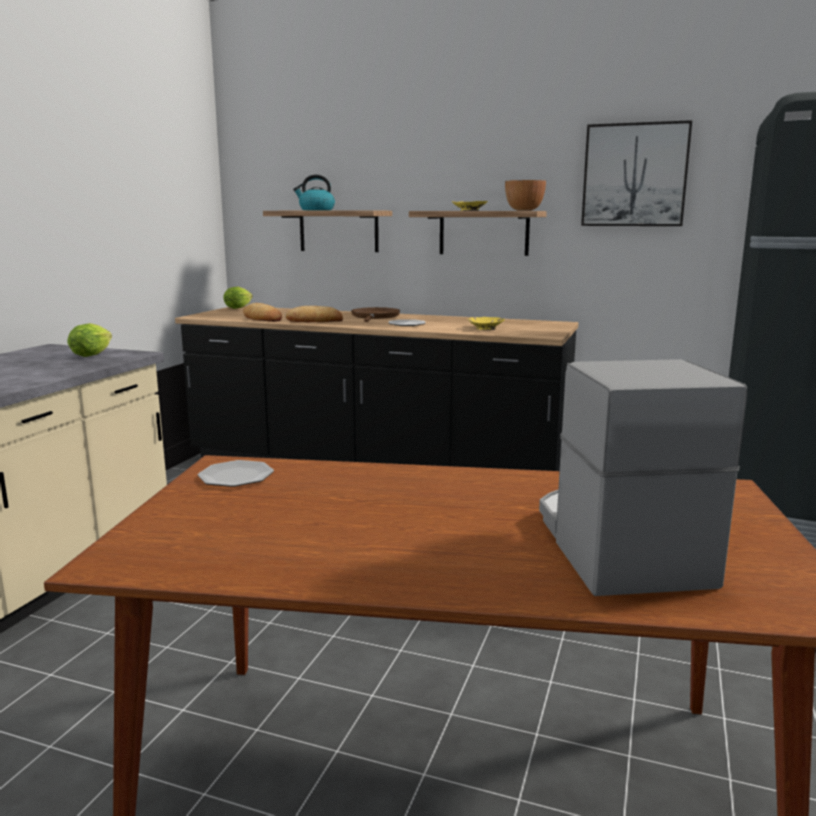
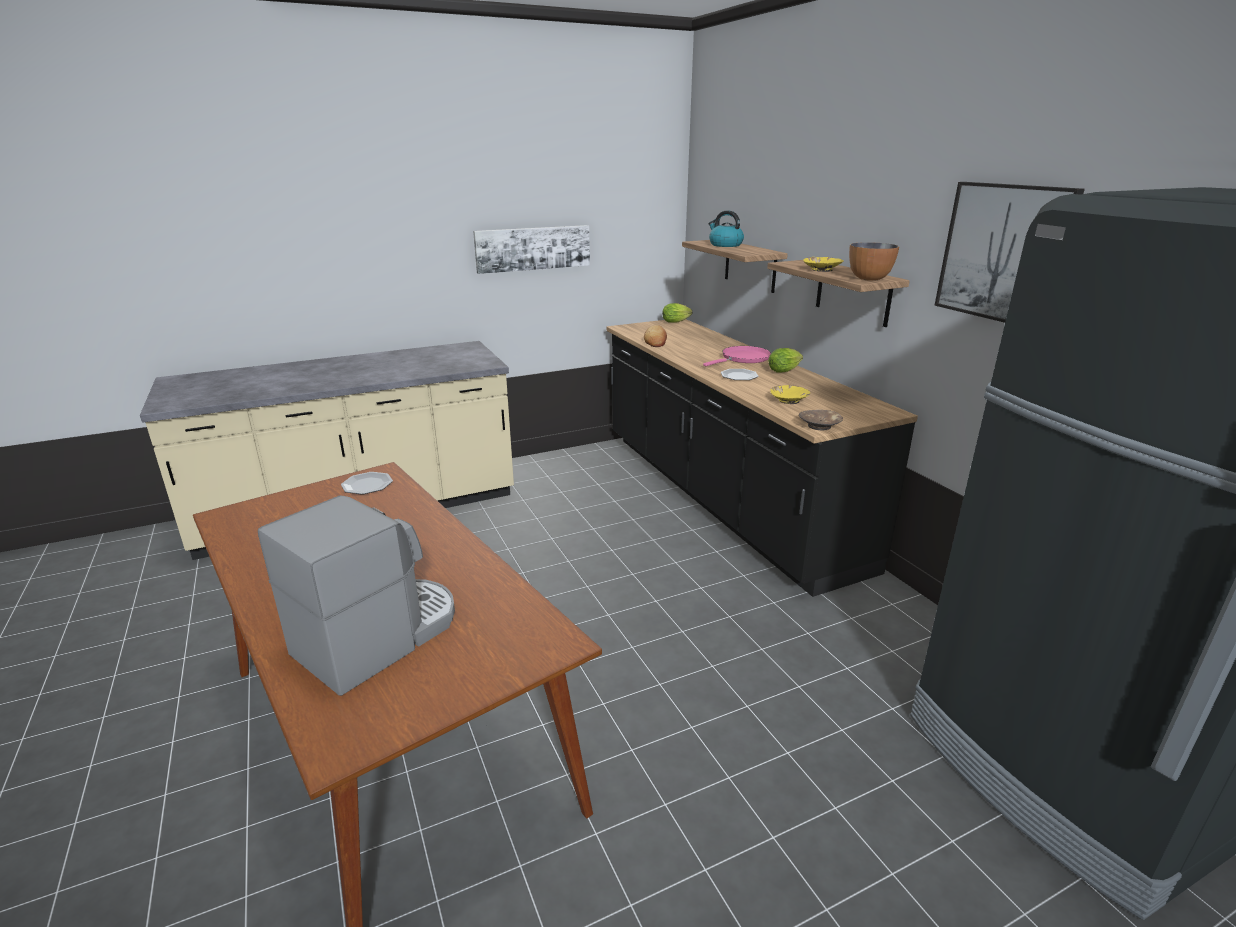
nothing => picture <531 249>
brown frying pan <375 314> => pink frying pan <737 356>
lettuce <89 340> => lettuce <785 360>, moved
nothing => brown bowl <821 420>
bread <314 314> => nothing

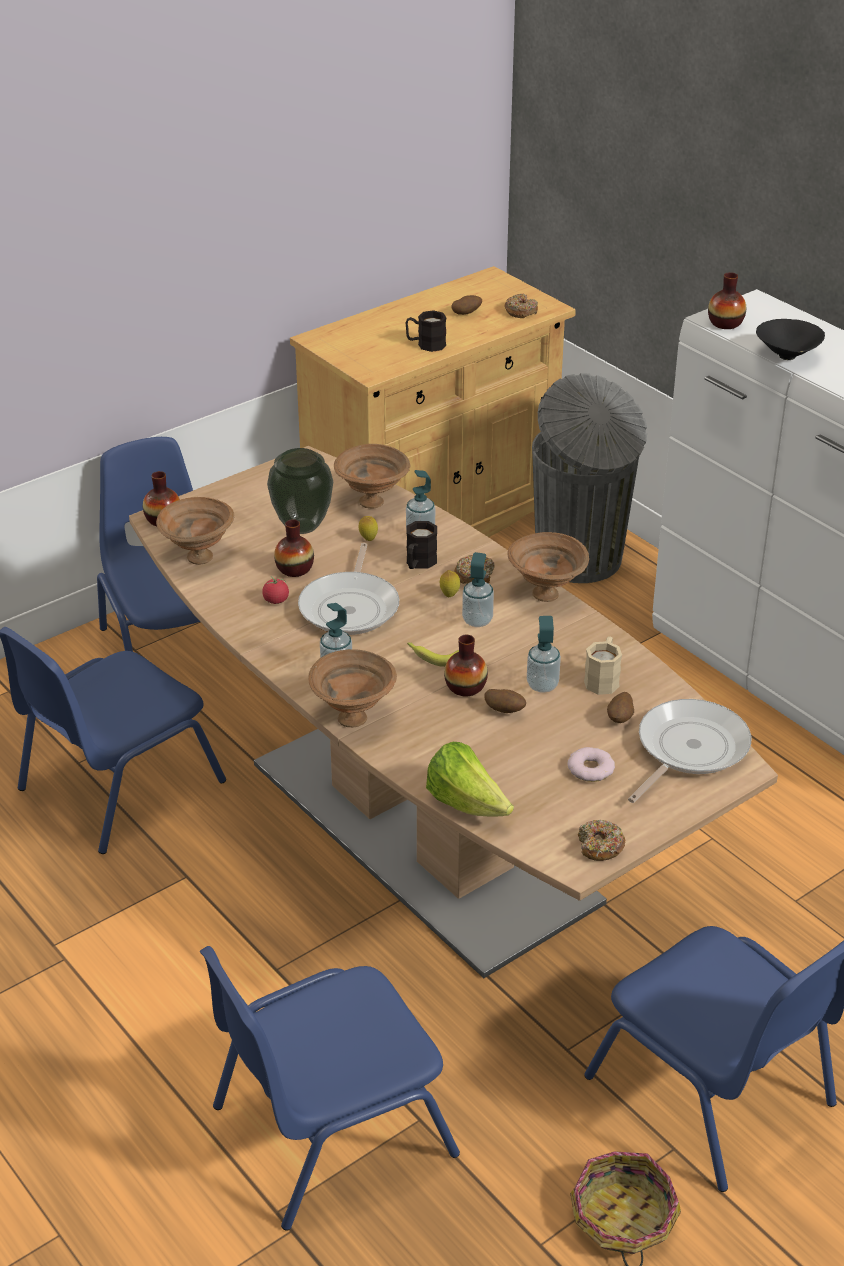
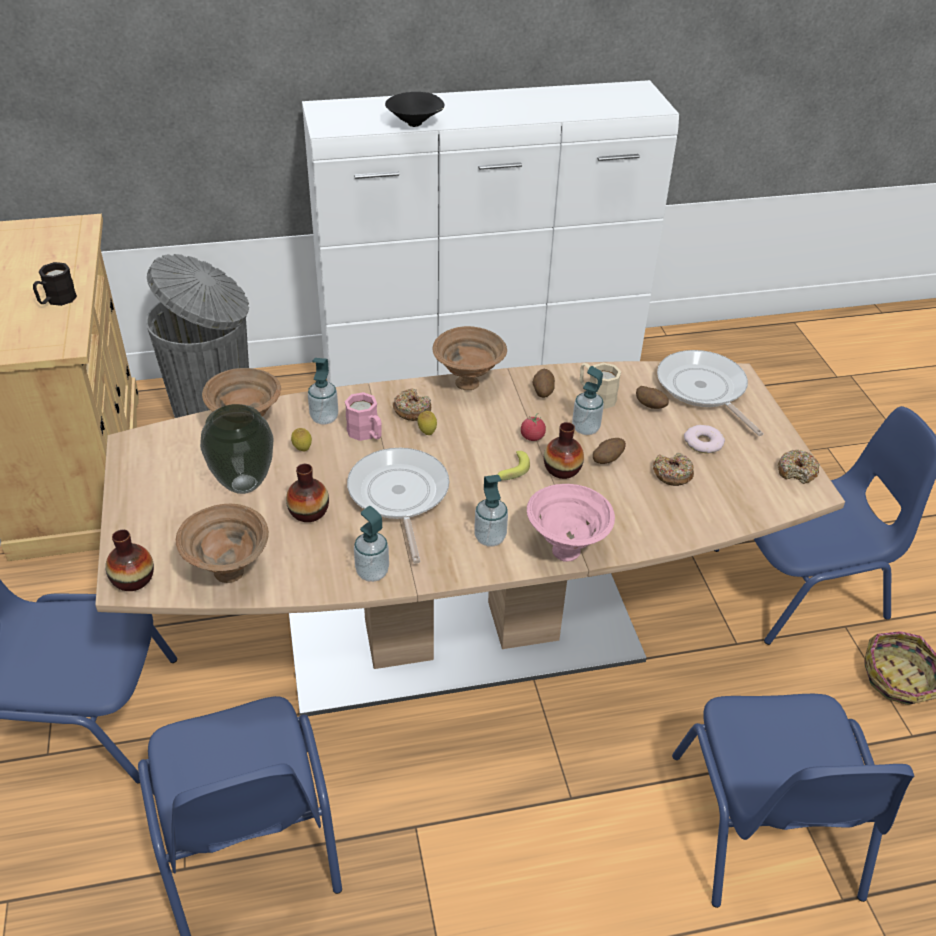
black mug <421 545> => pink mug <363 416>
frying pan <348 589> => frying pan <398 506>, 135 degrees counterclockwise
soap dispenser <478 589> => soap dispenser <371 544>, moved
tomato <275 590> => tomato <533 427>, moved
brown bowl <352 688> => pink bowl <571 523>
potato <467 305> => potato <544 383>, moved
donut <521 306> => donut <673 469>, moved
lettuce <470 779> => nothing
vase <727 300> => nothing

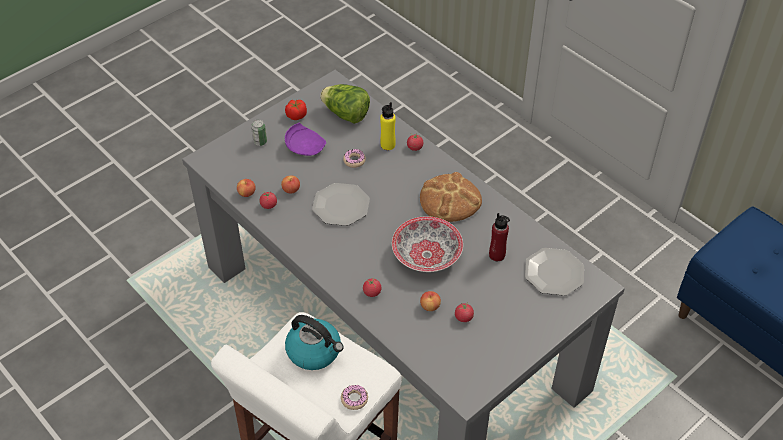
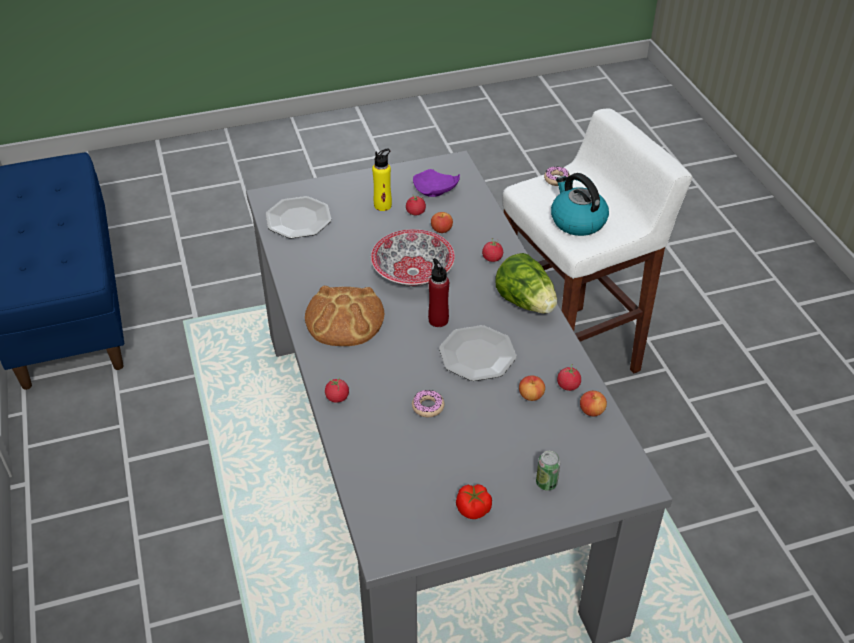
yellow bottle <388 126> => yellow bottle <382 180>, moved
purple plate <305 139> => purple plate <436 183>, moved
red bottle <499 237> => red bottle <438 292>, moved
lettuce <345 104> => lettuce <526 283>, moved

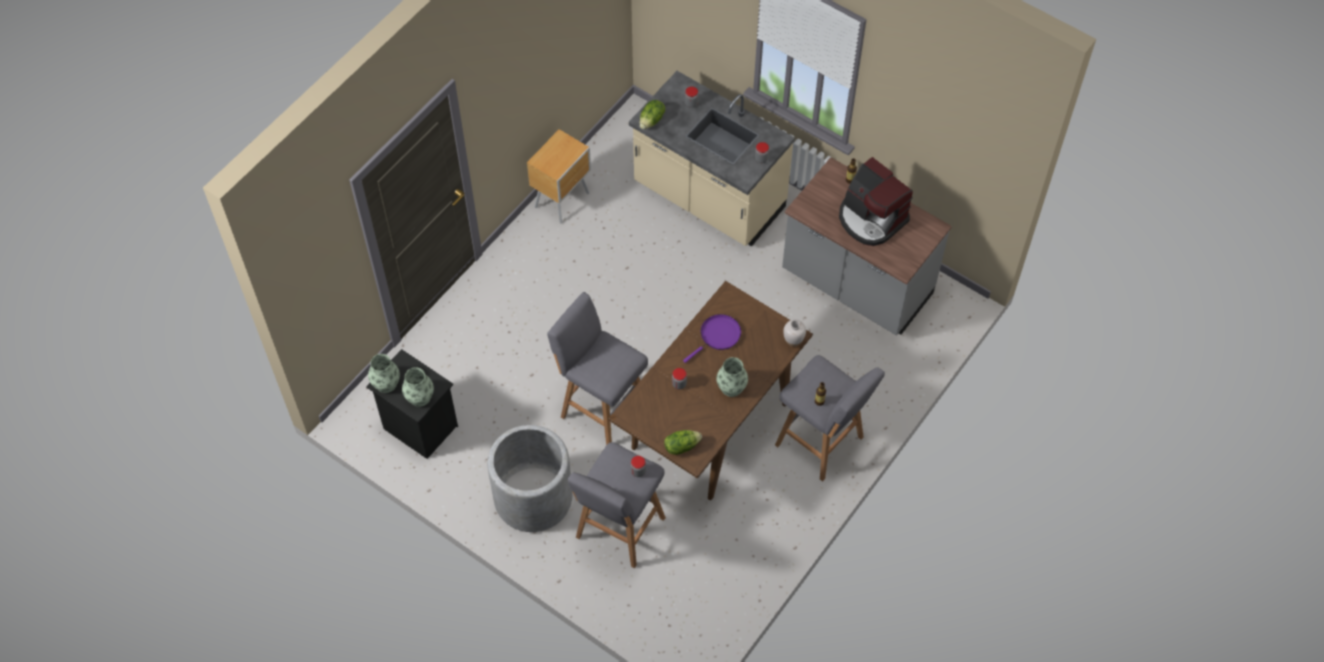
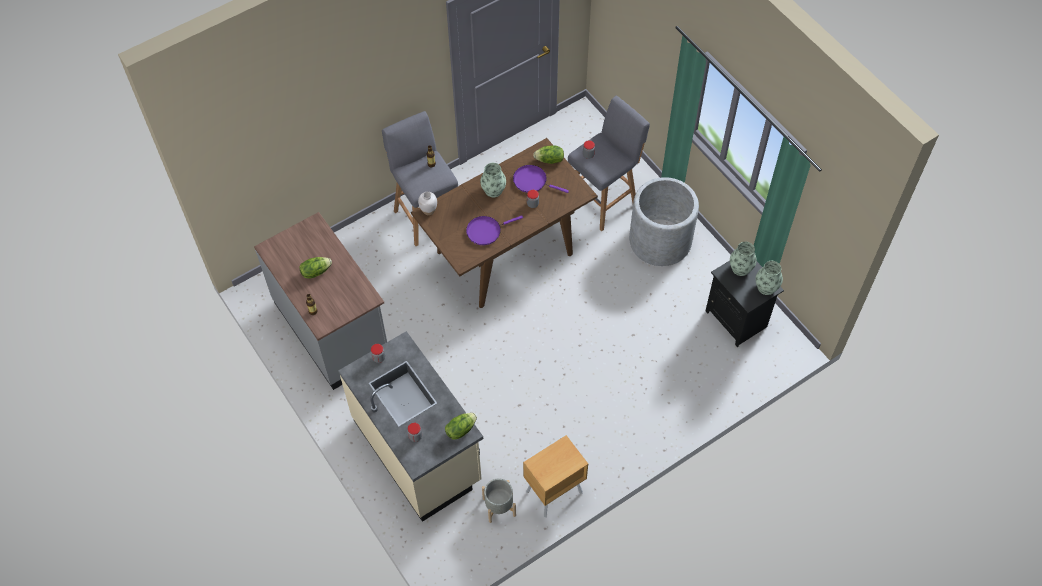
coffee machine <876 201> => lettuce <316 267>
nothing => grey planter <499 501>
nothing => purple frying pan <541 179>
grey stool <597 368> => nothing

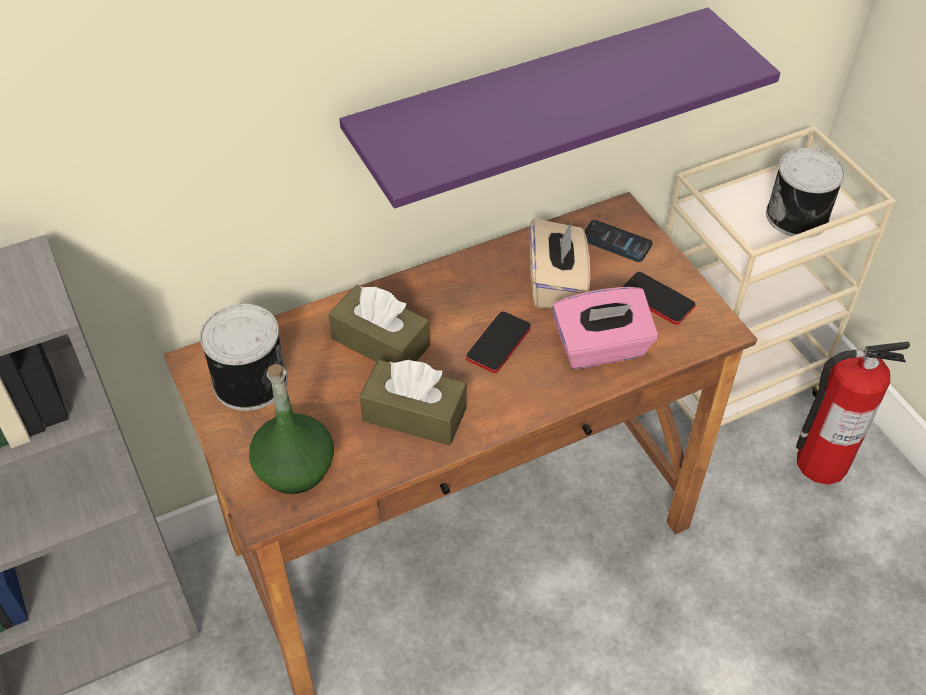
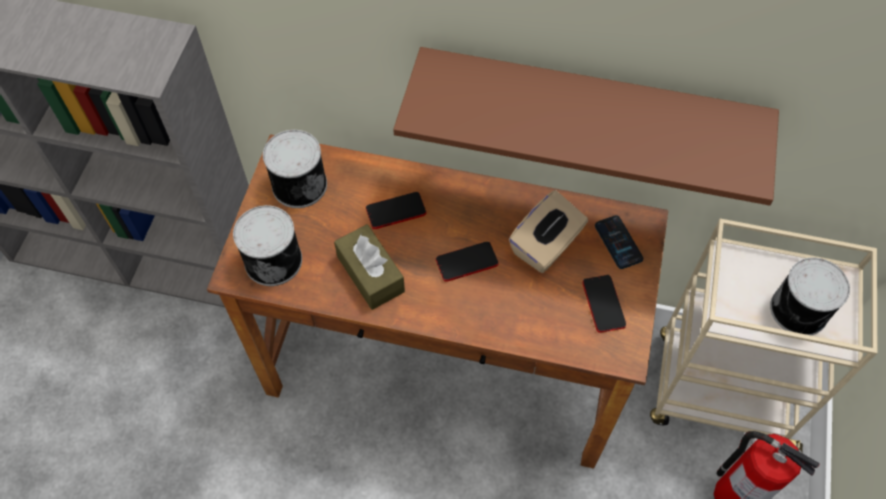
green bottle <291 429> => can <267 245>
brown tissue box <379 324> => phone <396 210>
purple shelf <559 107> => brown shelf <586 126>
pink tissue box <605 328> => nothing

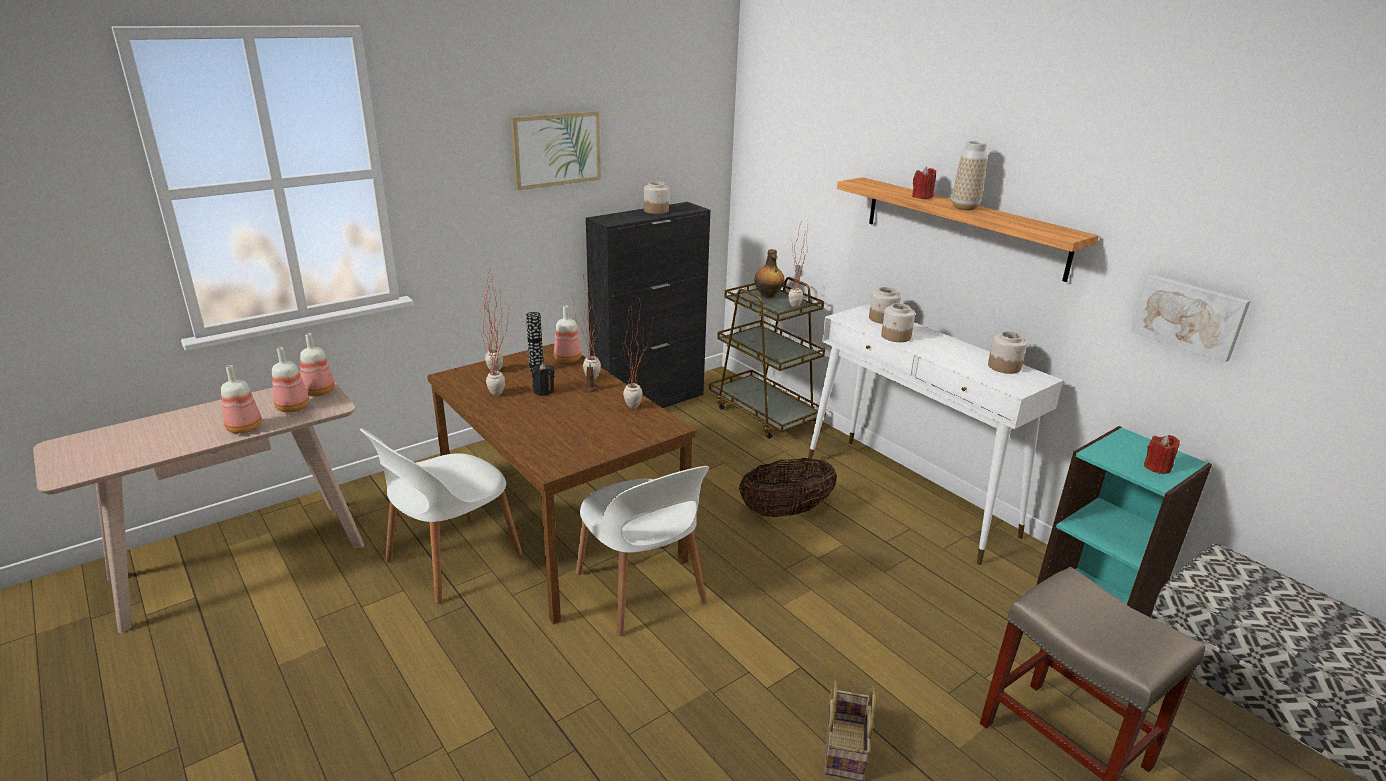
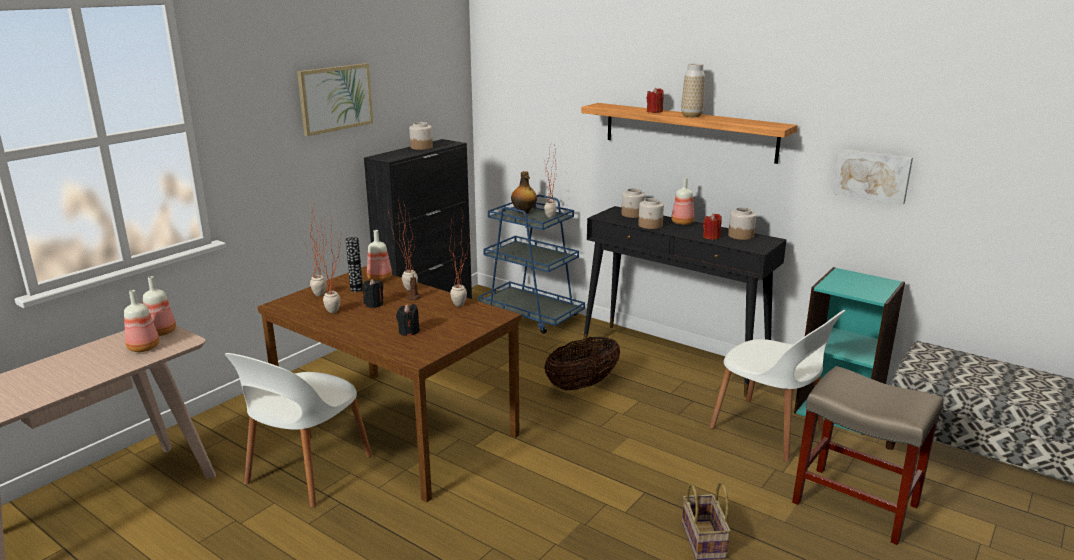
nothing => black candle <408 320>
brown cart <767 358> => blue cart <531 264>
white console table <935 434> => black console table <685 301>
bottle <241 399> => bottle <682 201>, moved
red candle <1162 454> => red candle <712 226>, moved
white chair <642 551> => white chair <777 386>, moved

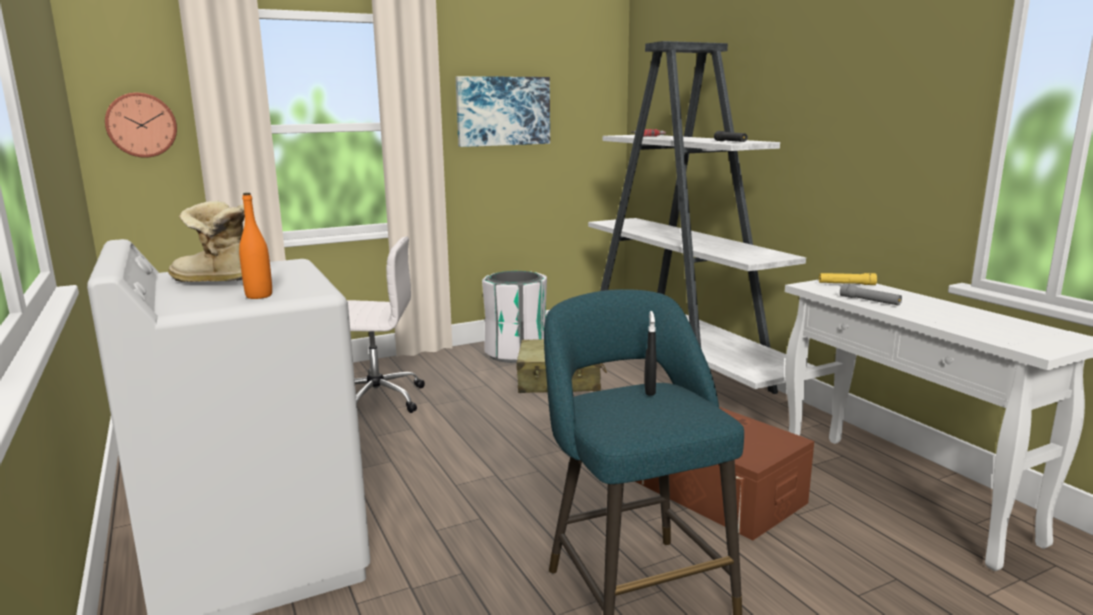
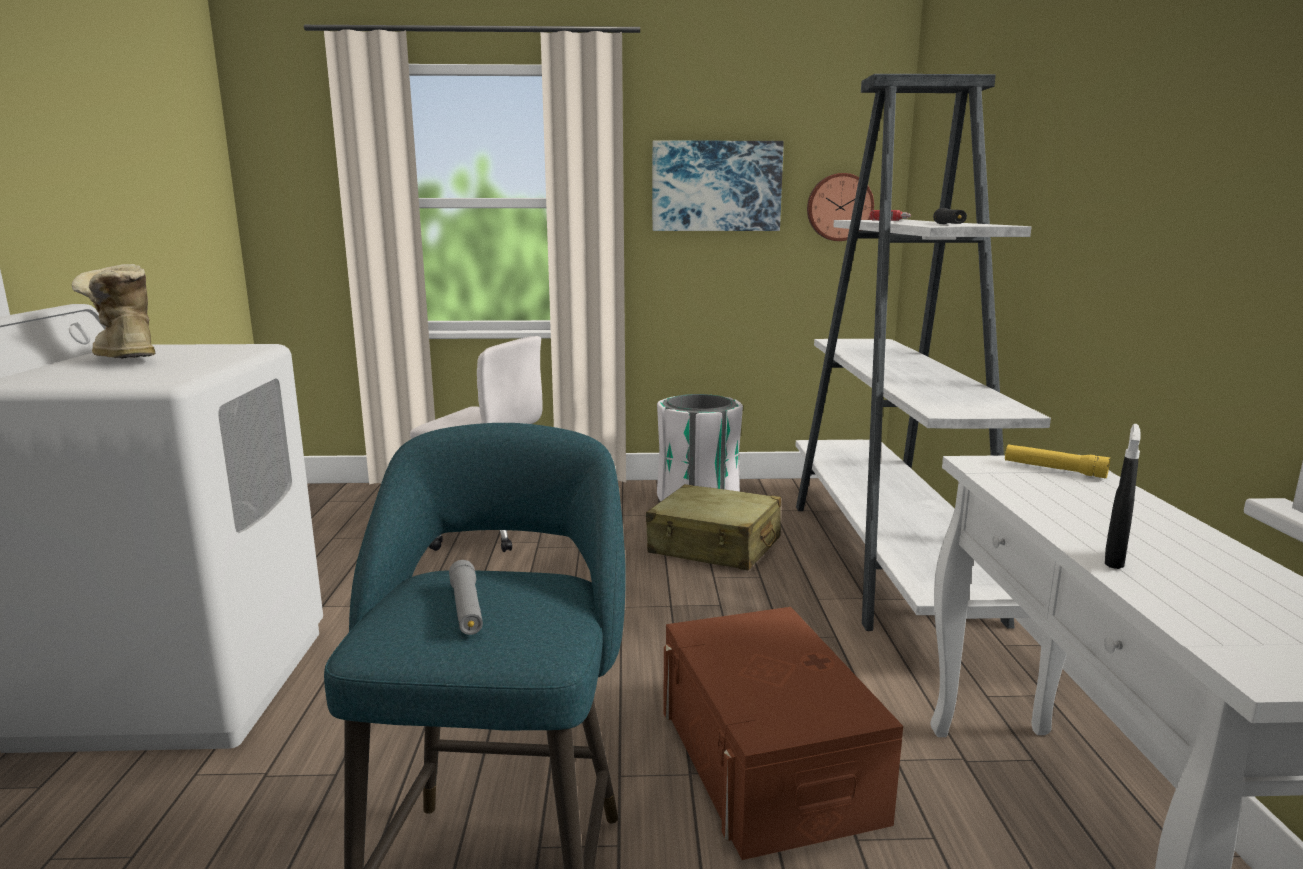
grey flashlight <871 295> => grey flashlight <466 597>, moved
wall clock <141 125> => wall clock <840 207>, moved
black spray bottle <650 353> => black spray bottle <1123 496>, moved
orange bottle <255 246> => nothing

